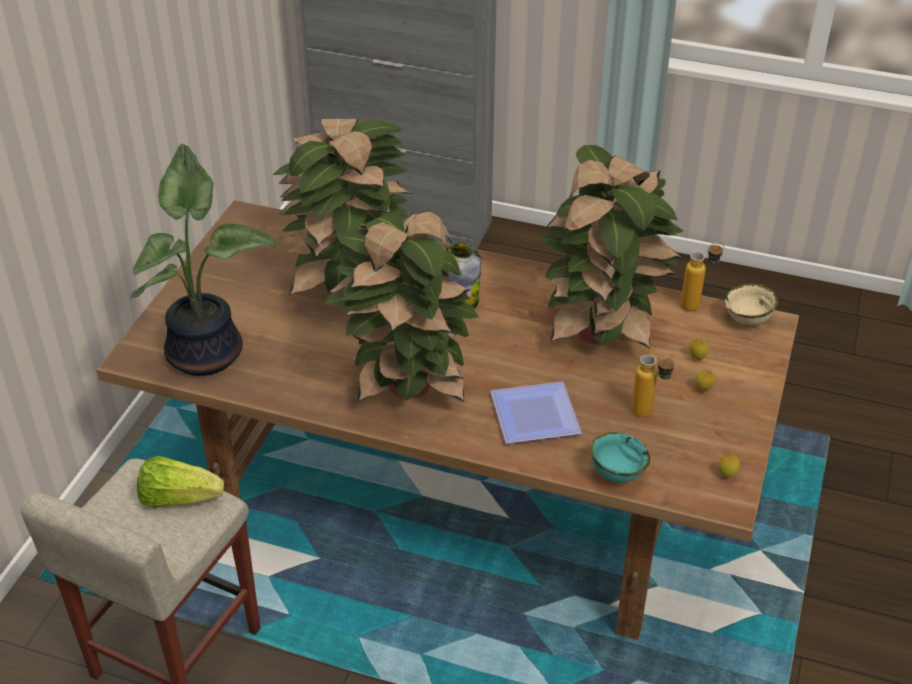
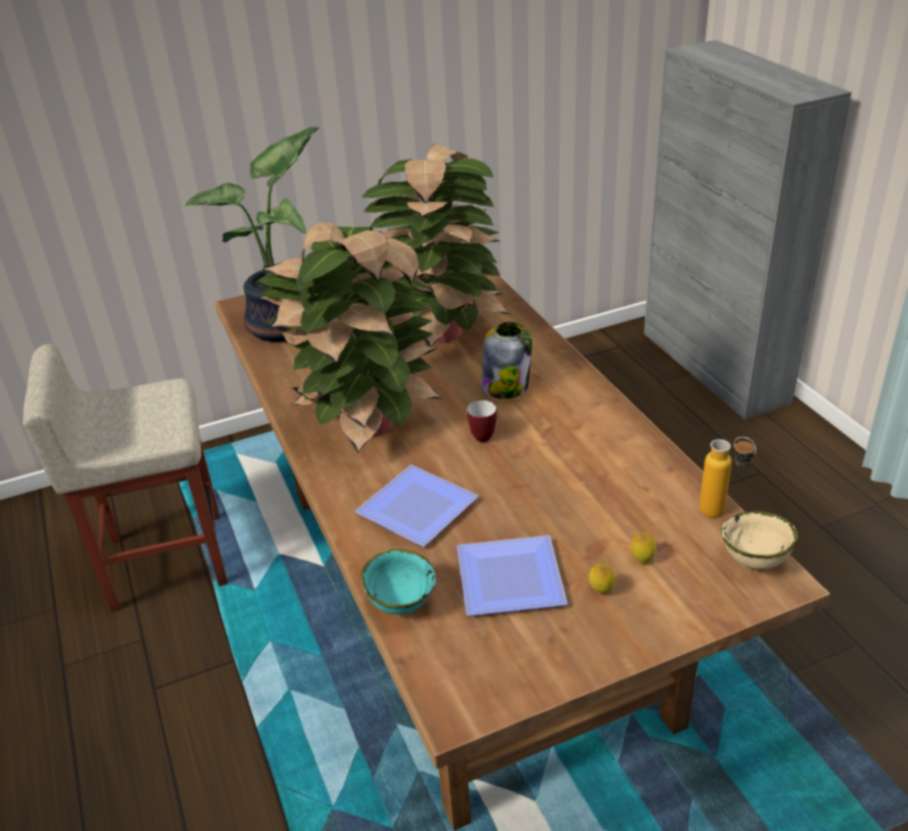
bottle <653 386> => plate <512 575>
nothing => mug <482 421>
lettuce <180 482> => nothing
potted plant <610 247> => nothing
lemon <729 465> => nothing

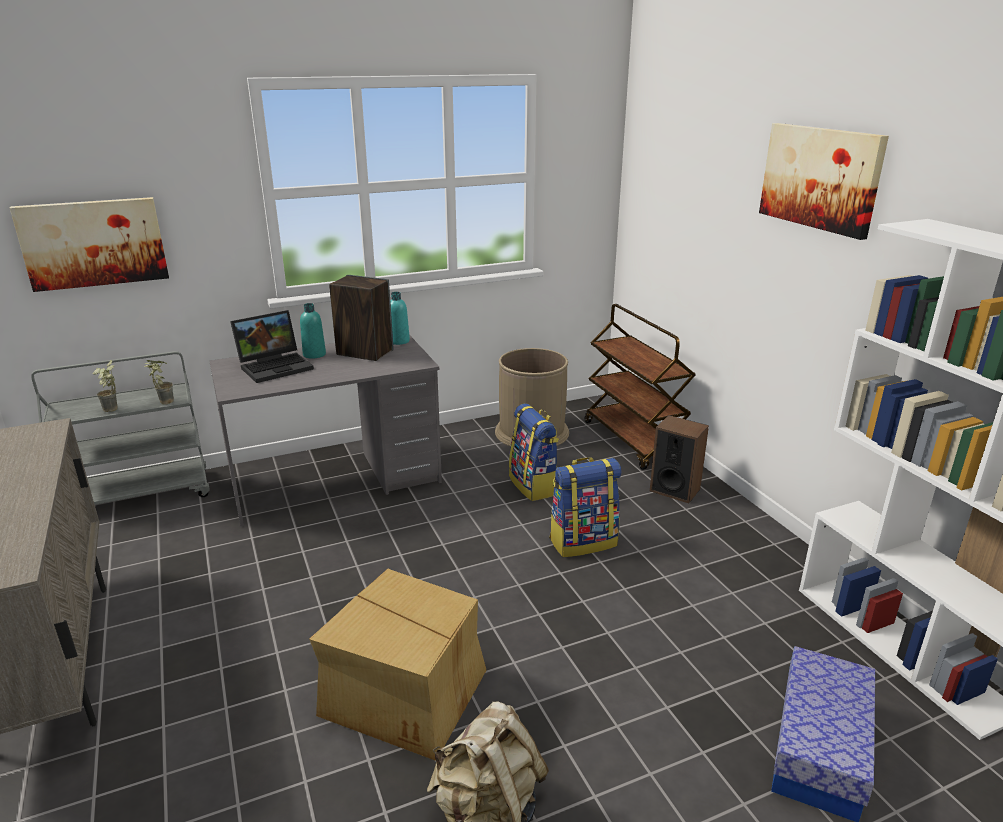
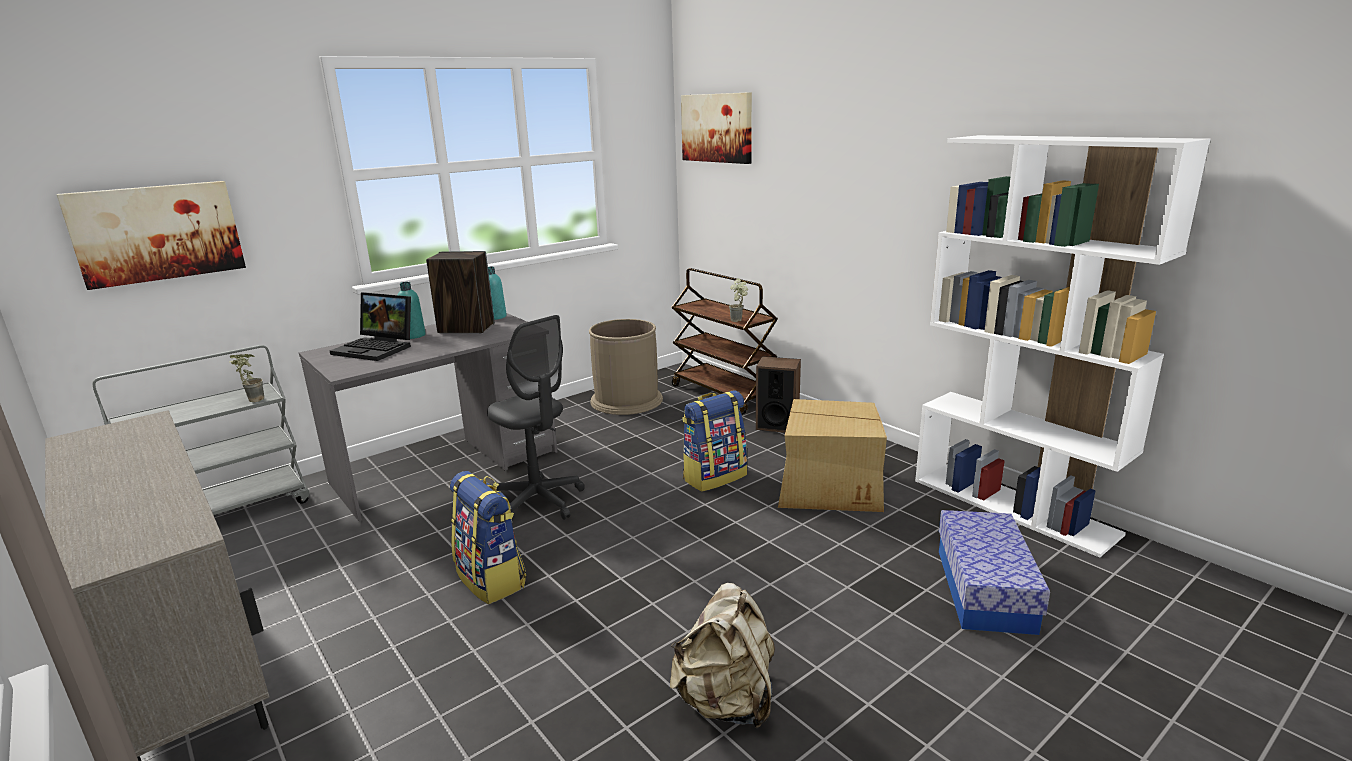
laptop <272 346> => laptop <370 326>, 75 degrees clockwise
backpack <534 452> => backpack <488 537>, moved
nothing => grey office chair <536 418>
picture <824 181> => picture <716 128>, moved
potted plant <105 386> => potted plant <738 300>, moved
cardboard box <397 665> => cardboard box <832 455>, moved

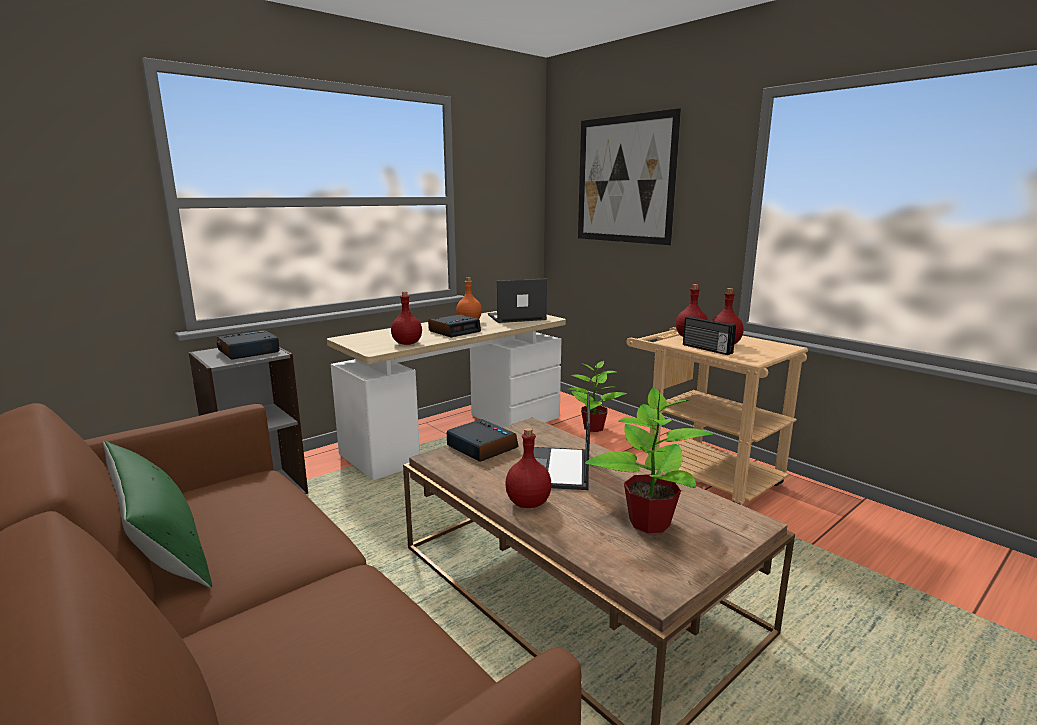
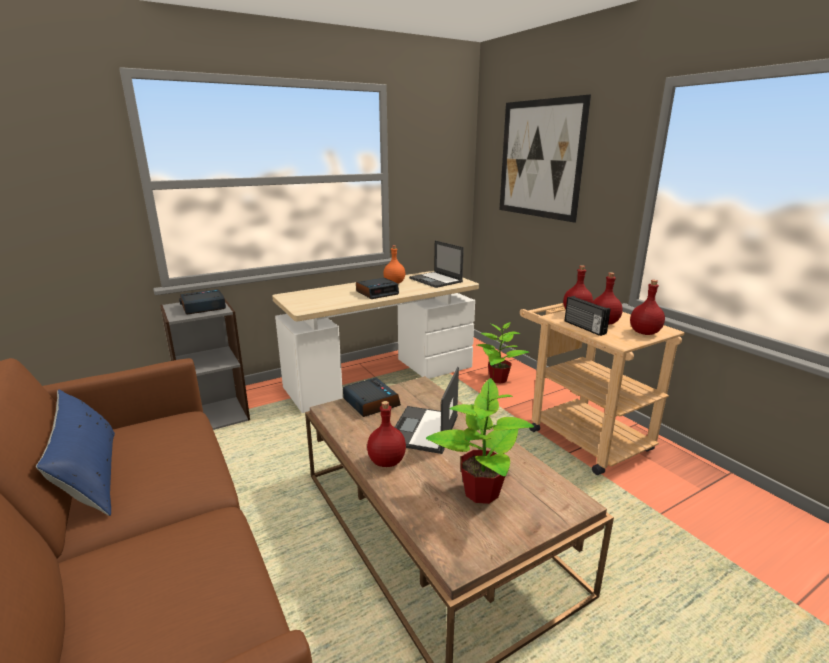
green pillow <157 514> => blue pillow <75 452>
laptop <517 300> => laptop <436 264>, 120 degrees counterclockwise
red bottle <406 318> => red bottle <647 307>, moved

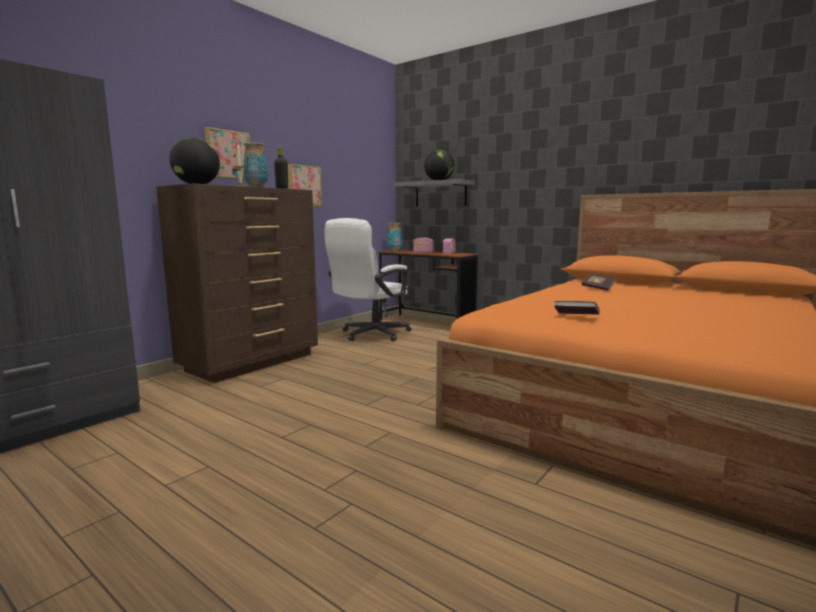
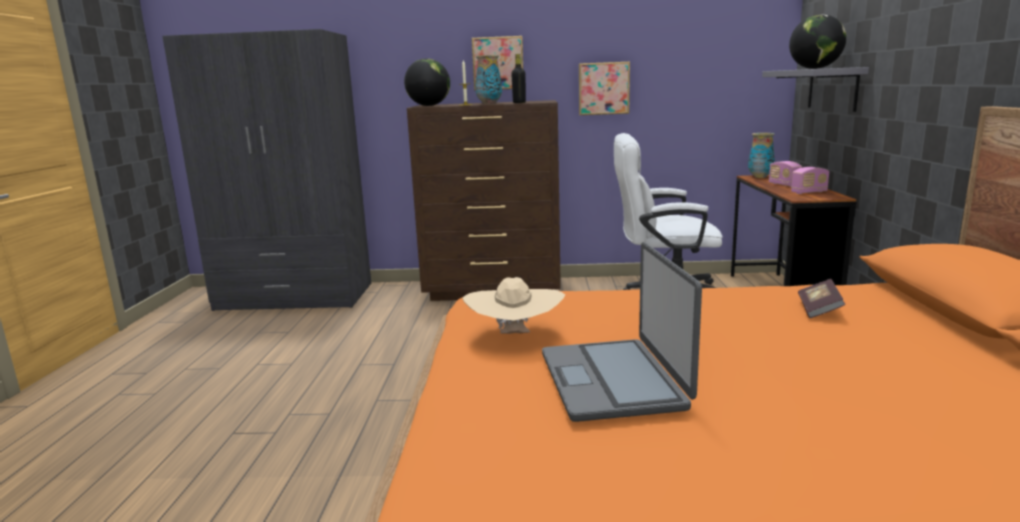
book <577 308> => beige hat <513 305>
nothing => laptop <622 332>

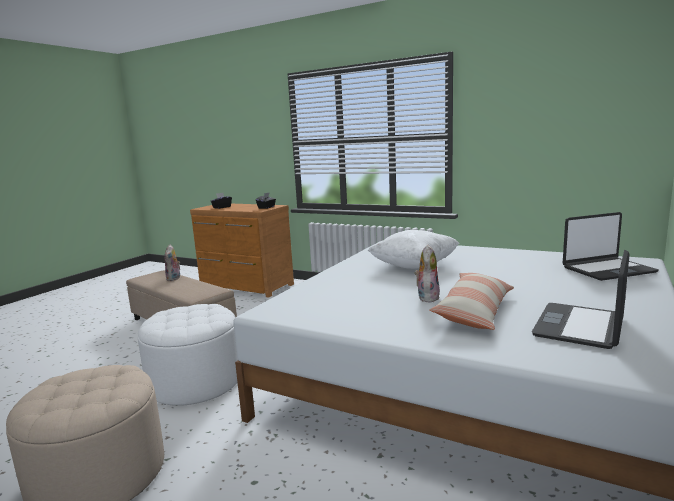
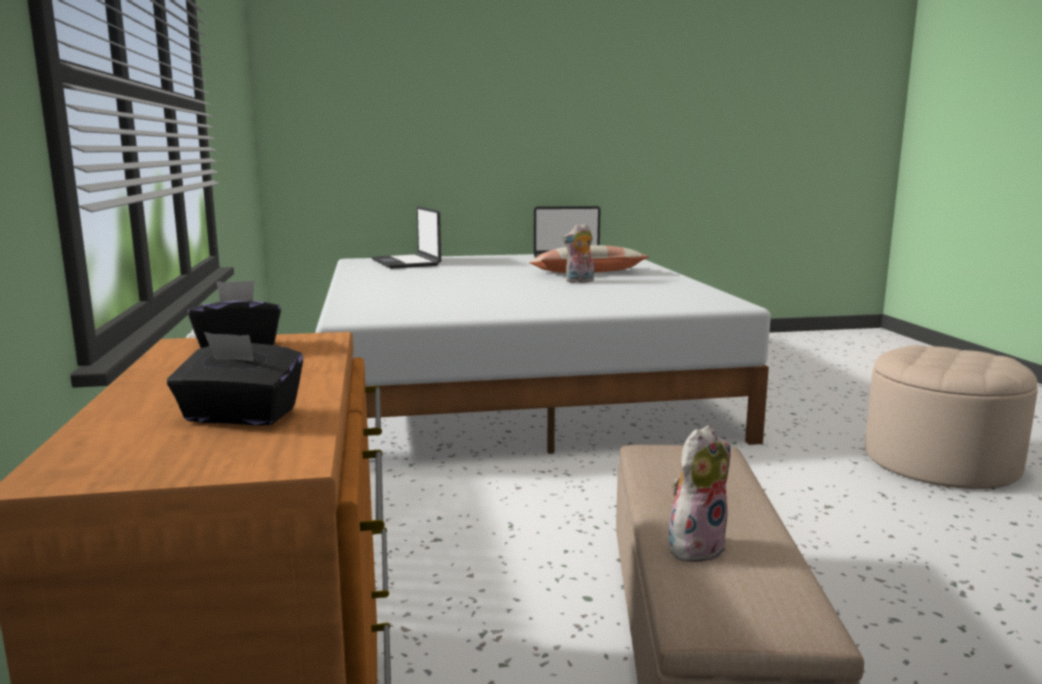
laptop <610 246> => laptop <406 237>, 150 degrees counterclockwise
white ottoman <188 355> => nothing
white pillow <414 249> => nothing

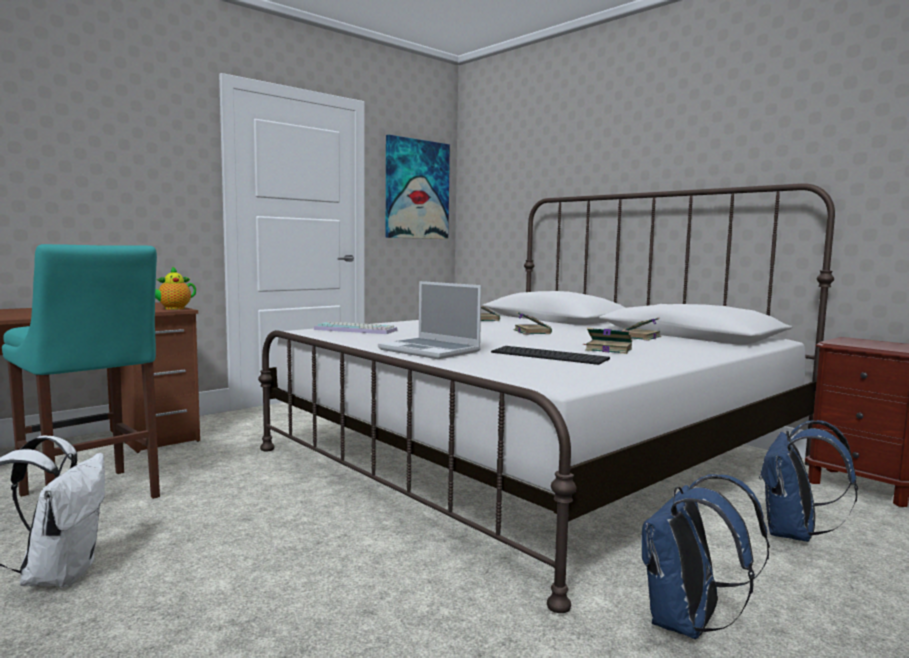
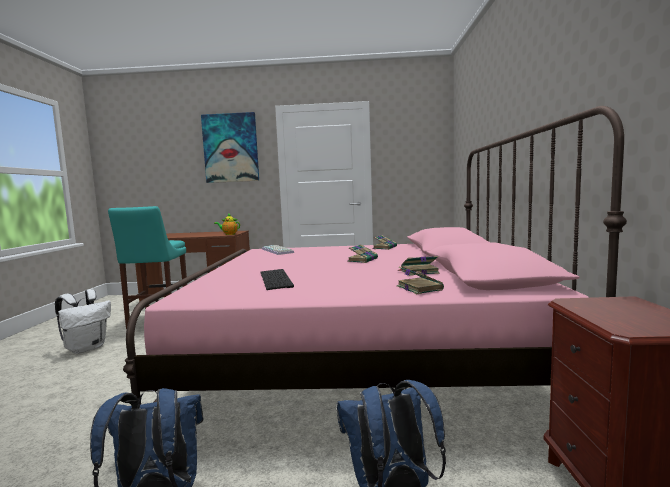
white bed <546 398> => pink bed <375 255>
picture <418 187> => picture <230 147>, moved
book <607 341> => book <420 280>, moved
laptop <429 320> => nothing

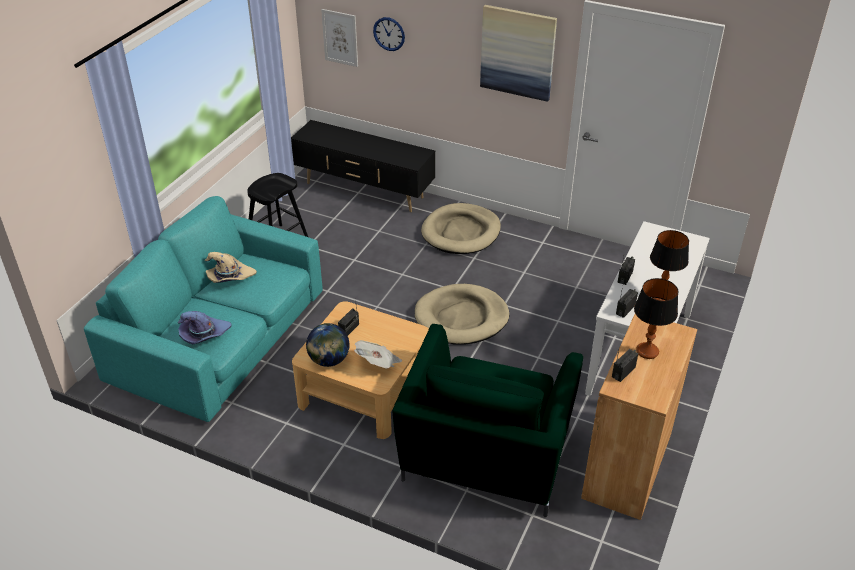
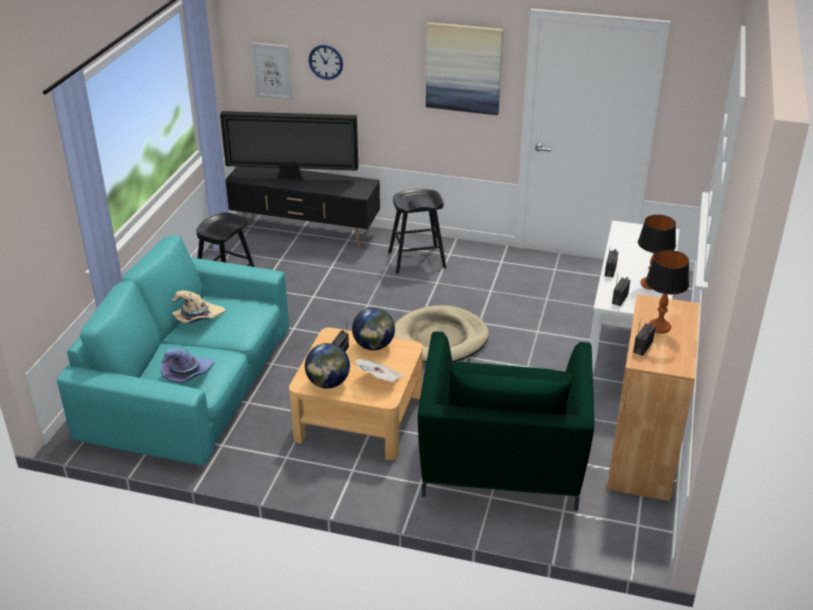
nothing => television <289 146>
nothing => globe <373 328>
beige dog bed <461 228> => black stool <417 231>

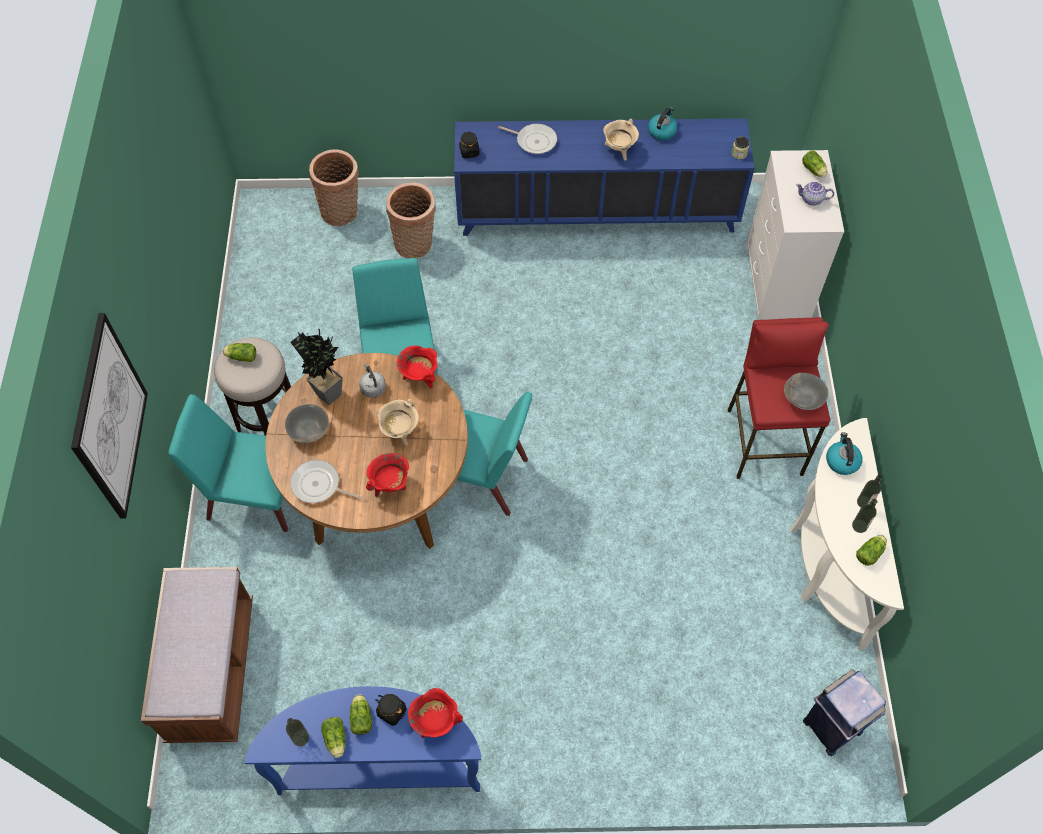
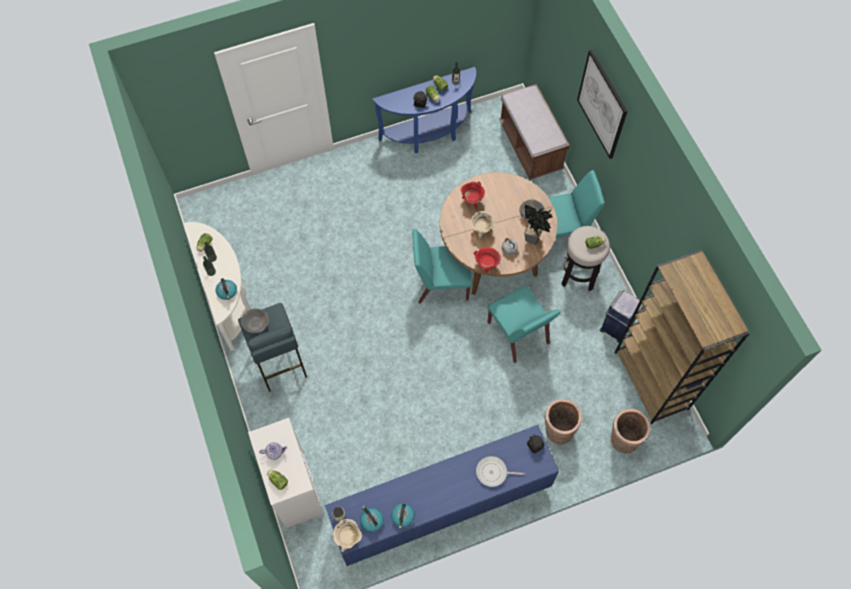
red stool <778 398> => blue stool <272 347>
beige cooking pot <621 140> => beige cooking pot <347 535>, moved
nothing => kettle <372 518>
blue trash can <844 712> => blue trash can <621 316>, moved
nothing => brown bookcase <682 337>
frying pan <326 481> => nothing
red cooking pot <435 713> => nothing

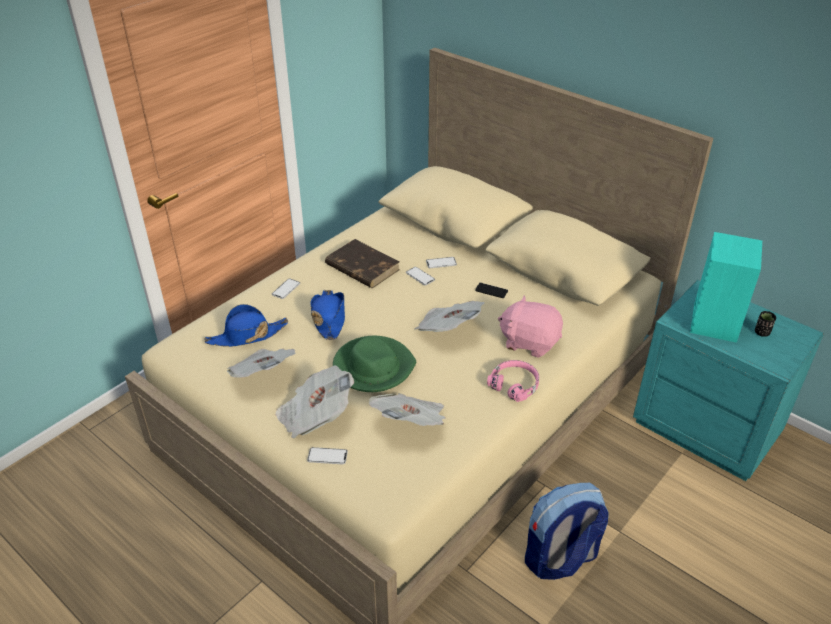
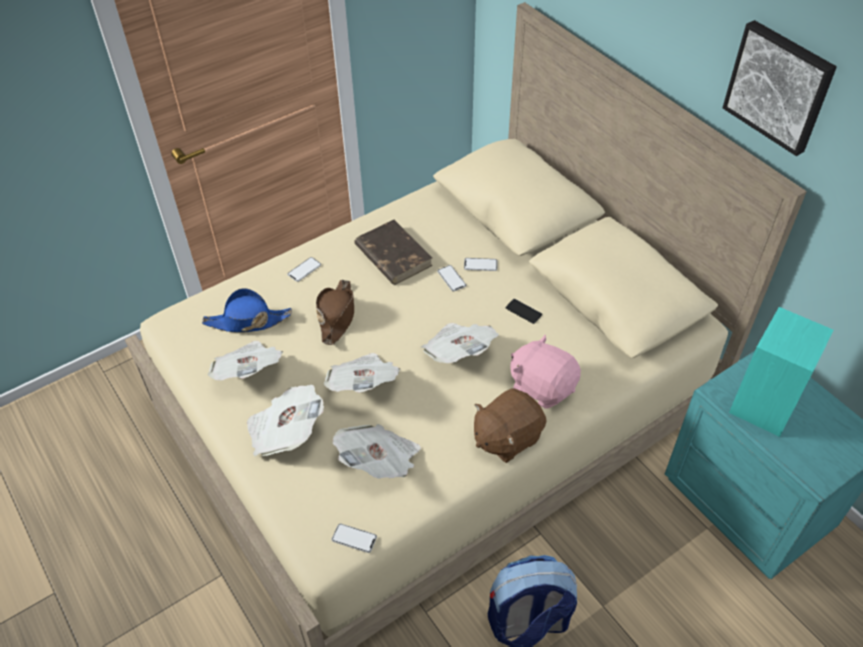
blue hat <327 315> => brown hat <335 312>
green hat <374 364> => newspaper <362 373>
phone <327 455> => phone <354 538>, moved
pink headphones <513 381> => brown plush toy <510 426>
nothing => picture <780 88>
black cup <765 324> => nothing

